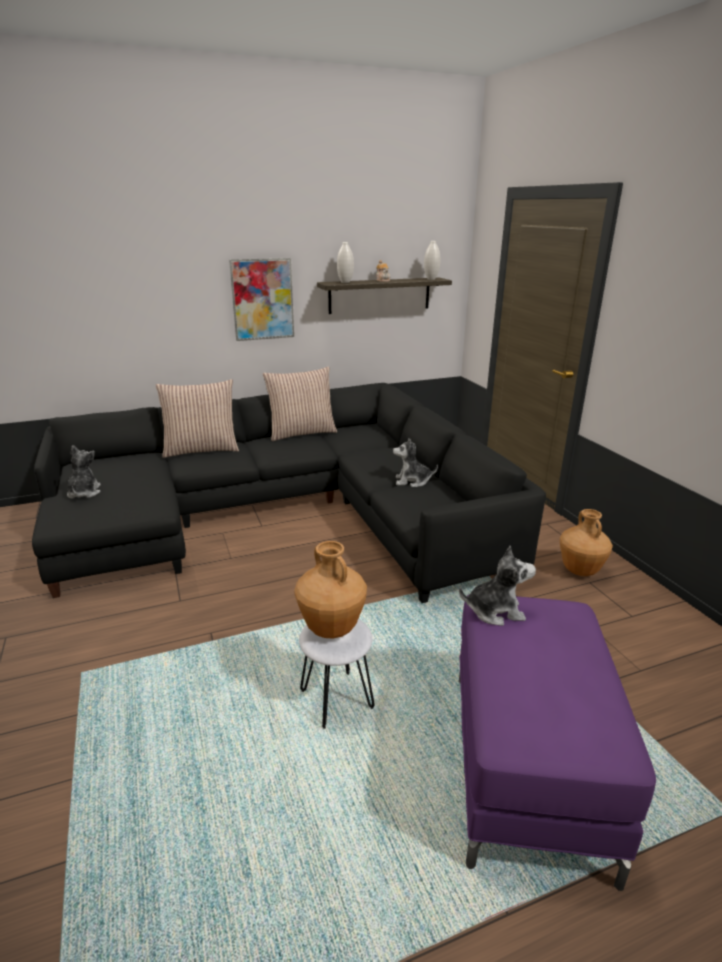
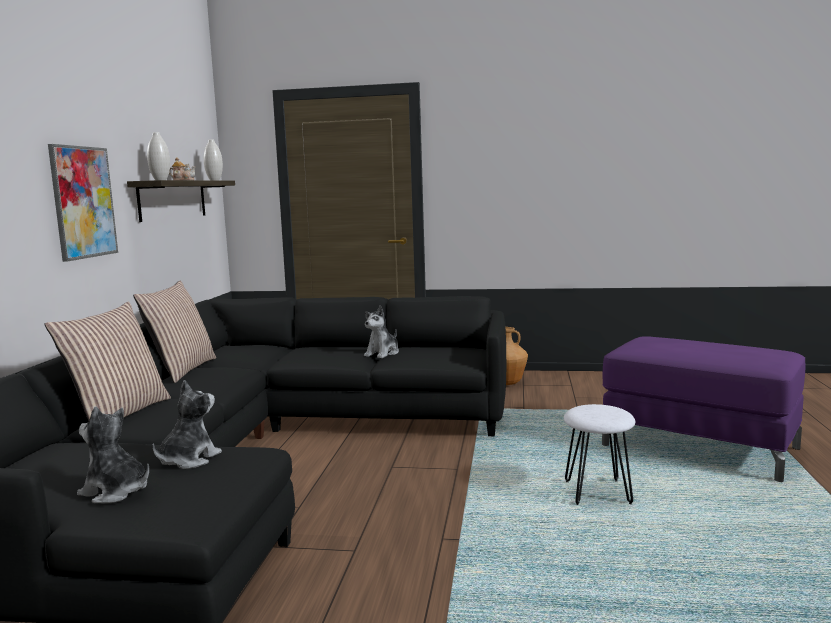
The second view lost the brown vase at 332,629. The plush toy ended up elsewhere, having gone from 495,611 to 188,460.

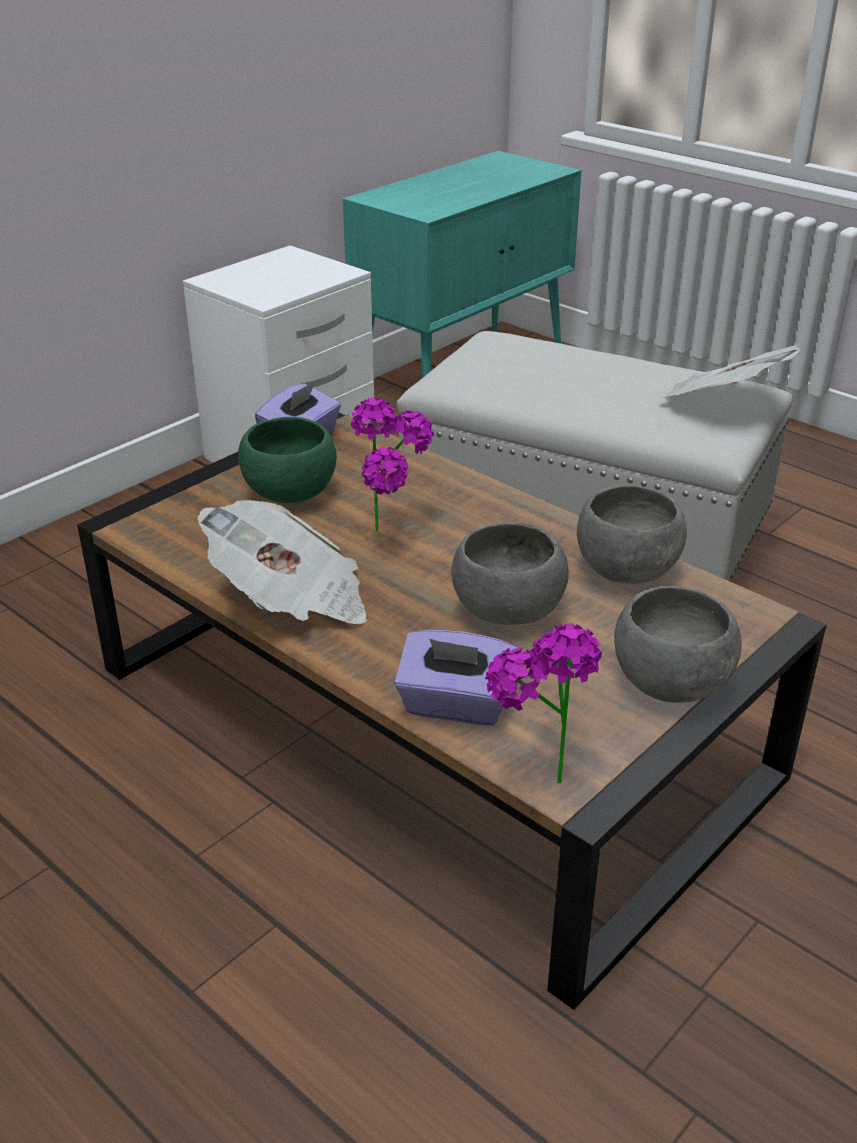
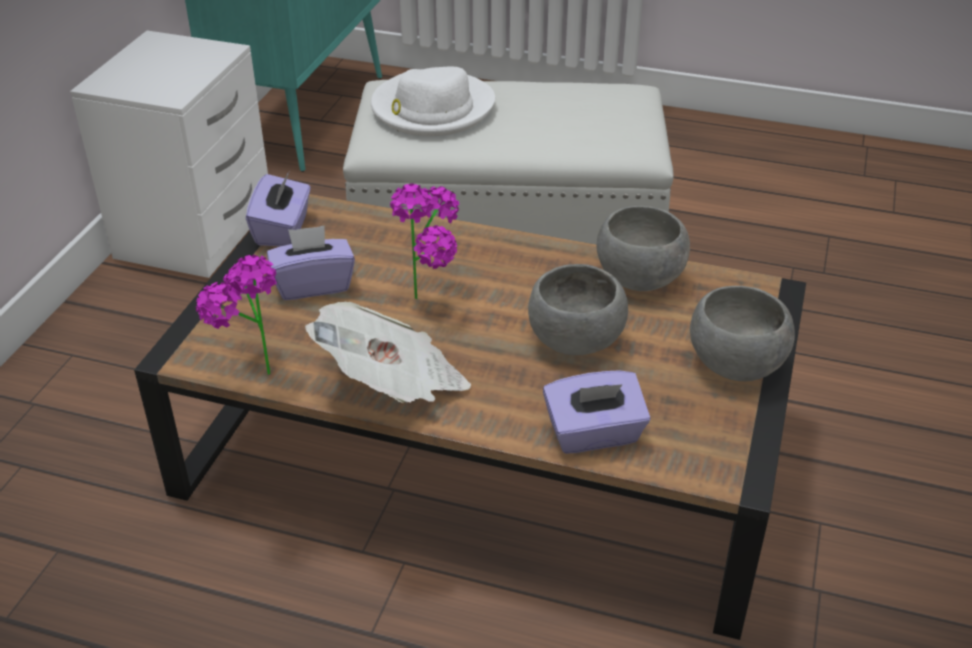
The second view lost the newspaper at 723,404. Where the green bowl stood at 289,494, the purple tissue box came to stand at 313,284. The potted plant ended up elsewhere, having gone from 537,773 to 251,372. The second view gained the white hat at 431,109.

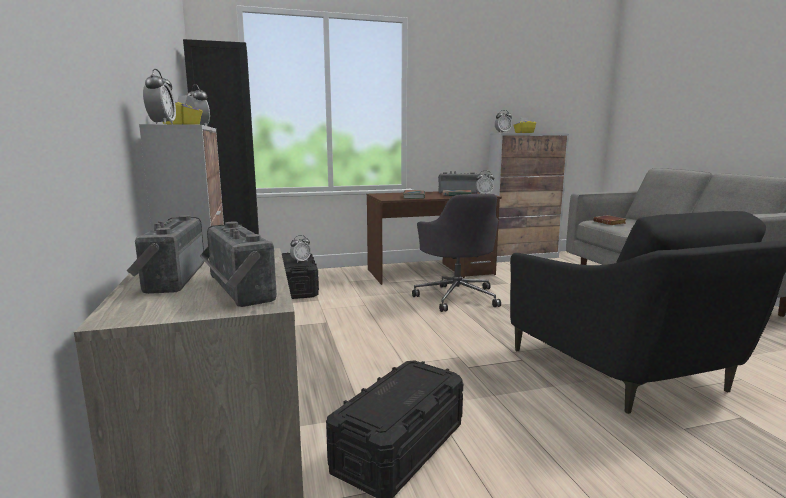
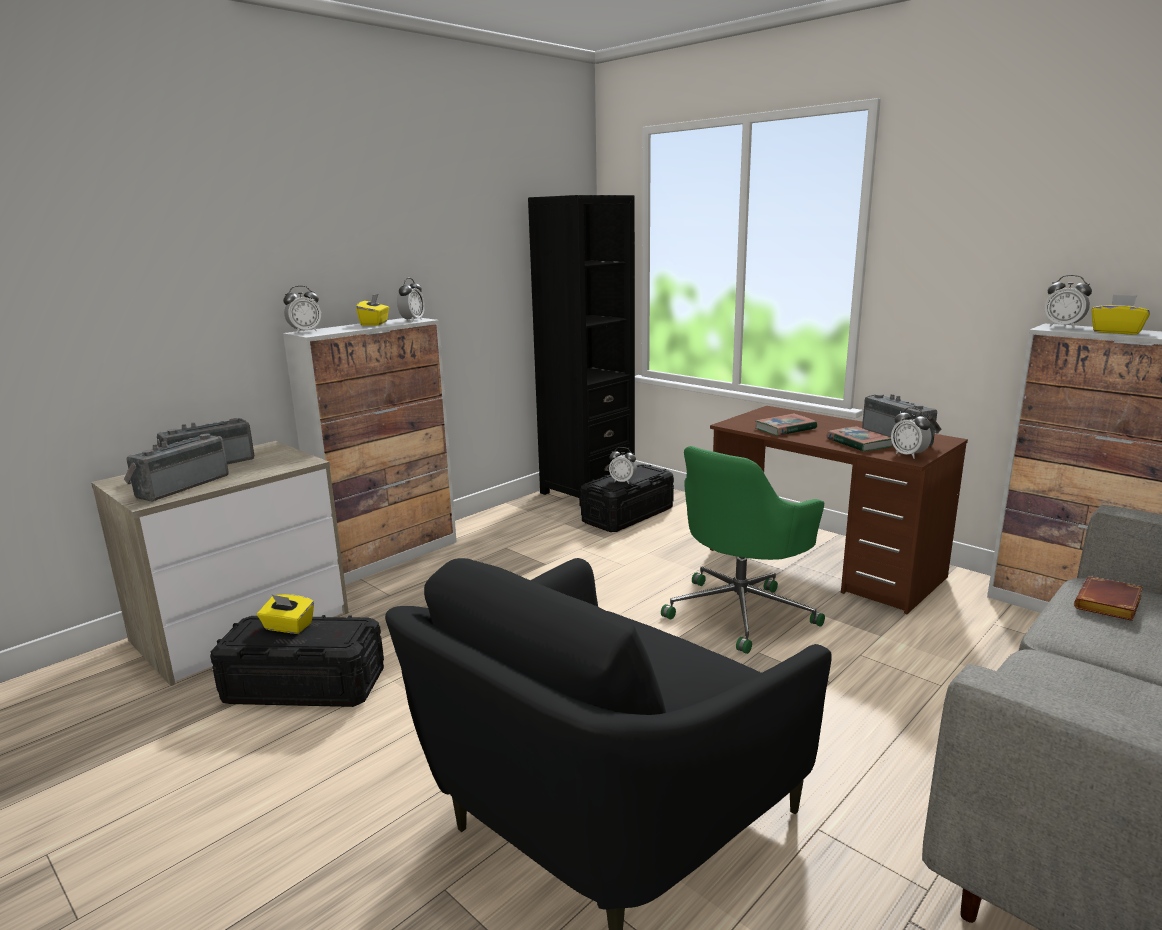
What was the grey office chair at 457,297 turned into the green office chair at 741,611. The second view gained the yellow tissue box at 288,627.

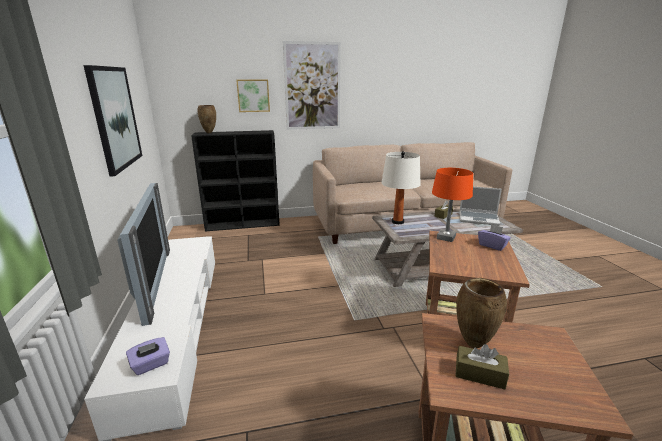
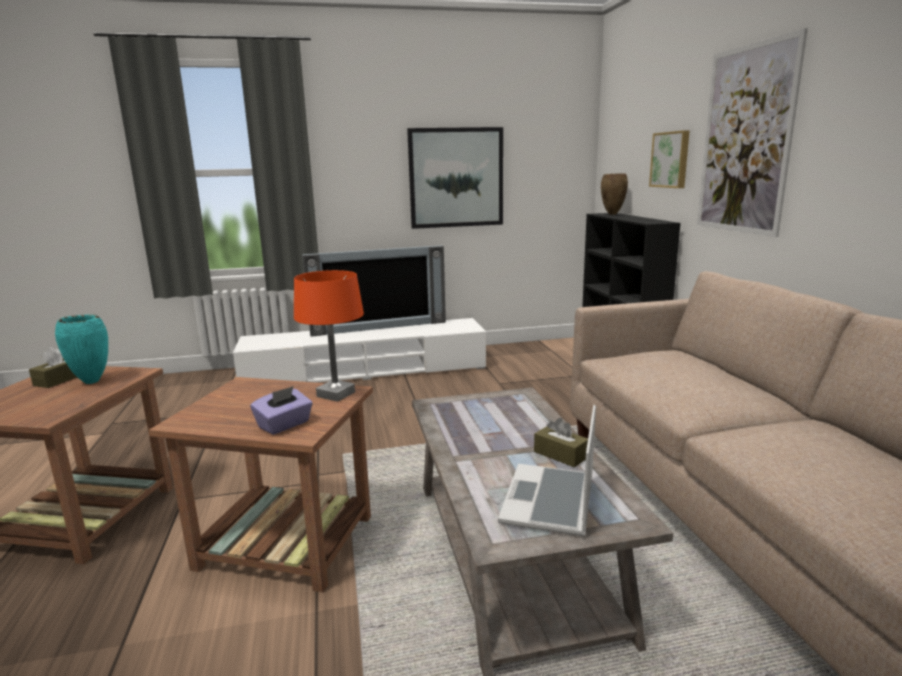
The second view lost the white table lamp at 397,222. What was the brown vase at 472,344 turned into the turquoise vase at 93,381. The second view lost the purple tissue box at 151,365.

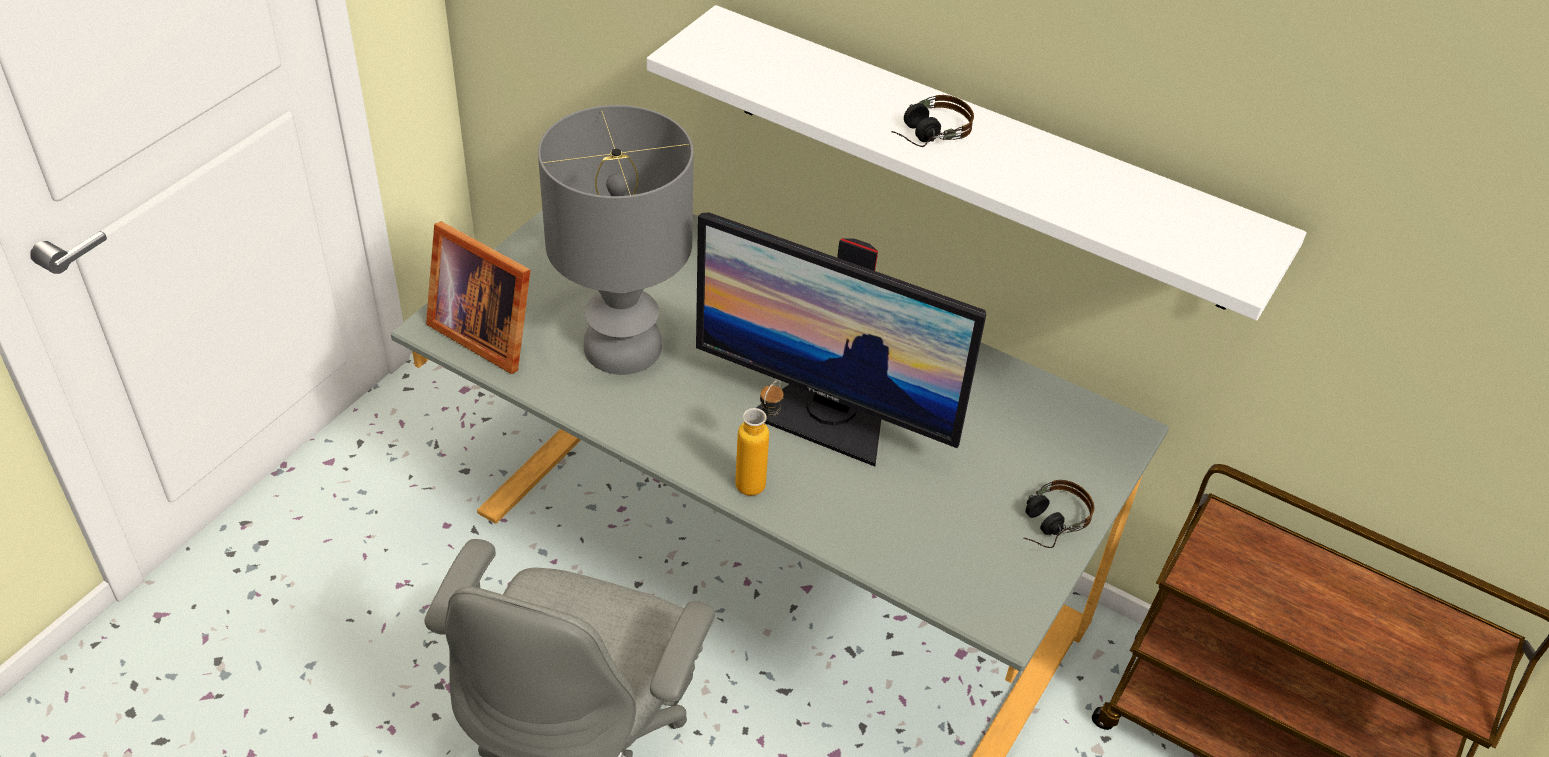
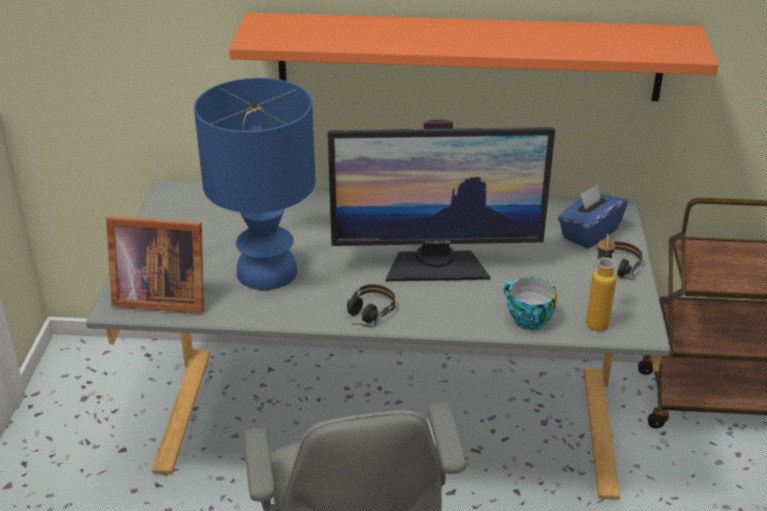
What was the white shelf at 979,157 turned into the orange shelf at 469,57. The headphones ended up elsewhere, having gone from 924,135 to 366,317. What was the grey table lamp at 621,346 turned into the blue table lamp at 265,271. The bottle ended up elsewhere, having gone from 758,477 to 596,319. The second view gained the blue tissue box at 589,233. The second view gained the cup at 526,319.

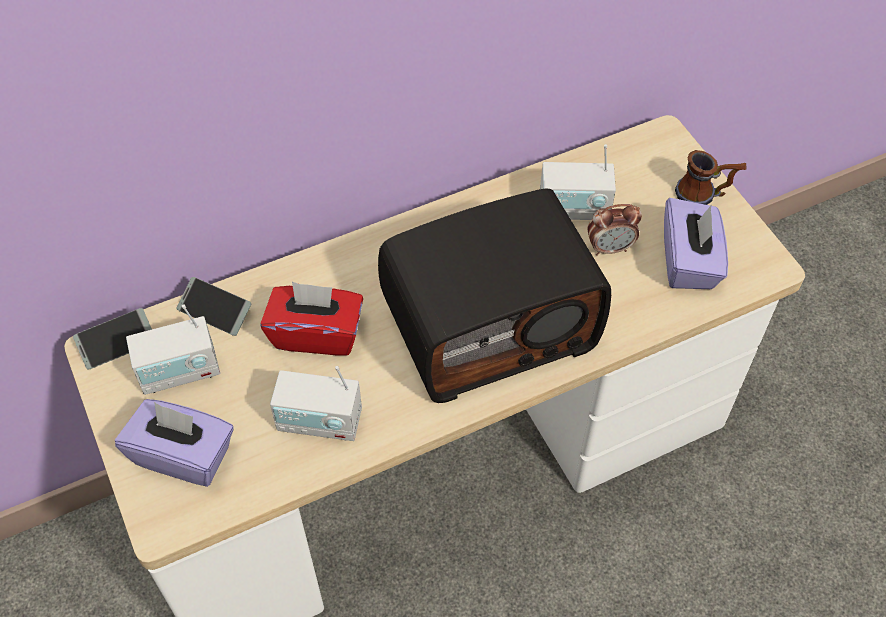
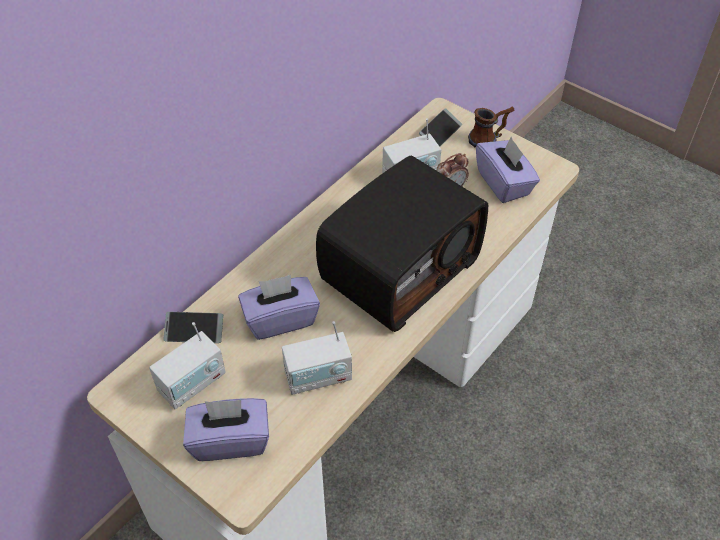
What was the red tissue box at 316,334 turned into the purple tissue box at 280,319. The phone ended up elsewhere, having gone from 117,343 to 440,133.

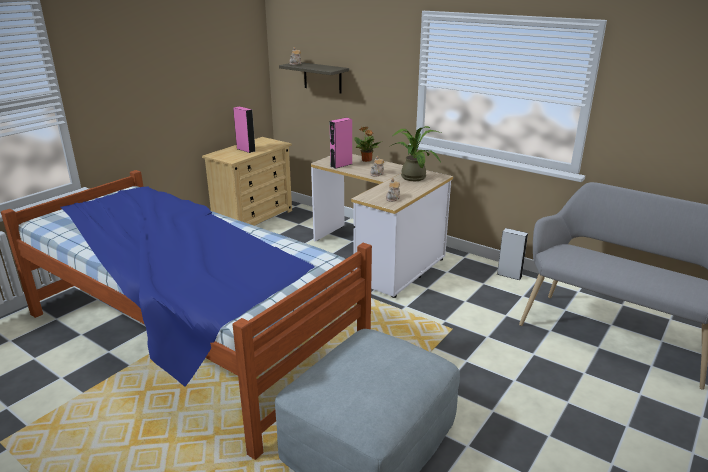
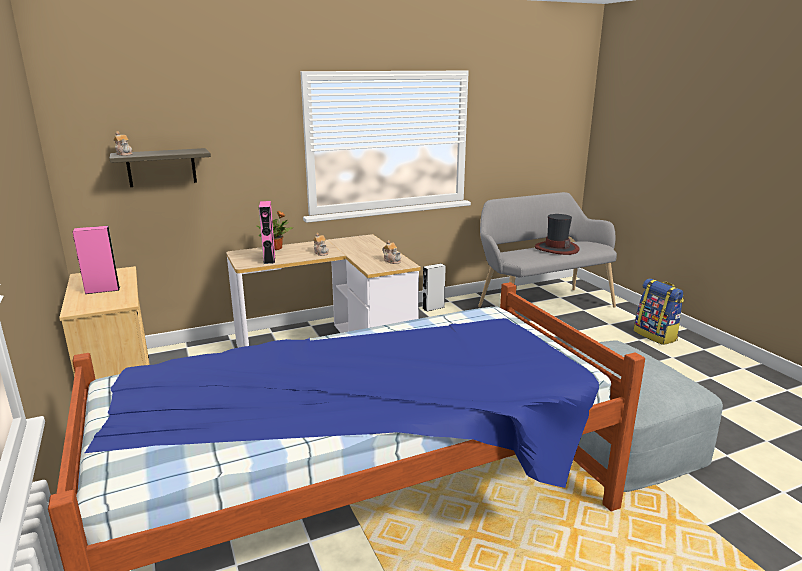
The second view lost the potted plant at 412,176. The second view gained the hat at 556,248. The second view gained the backpack at 656,336.

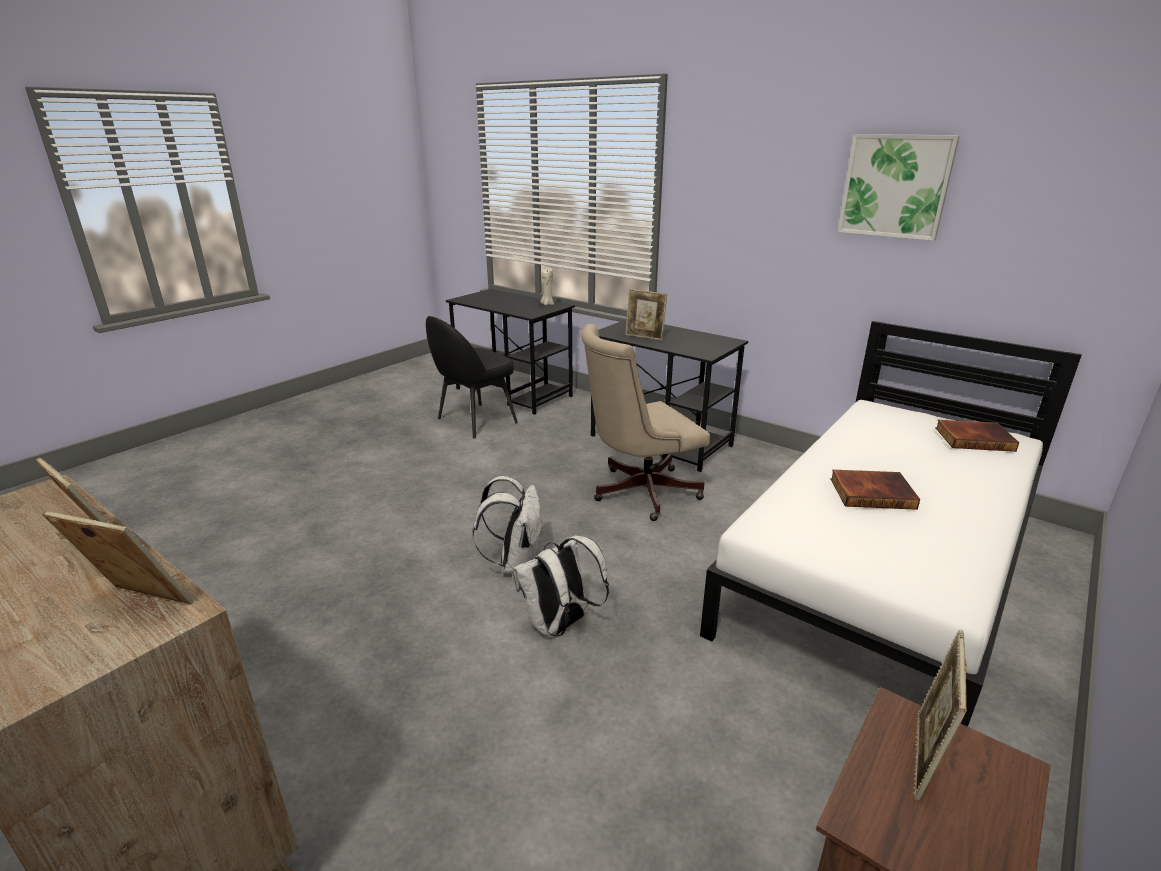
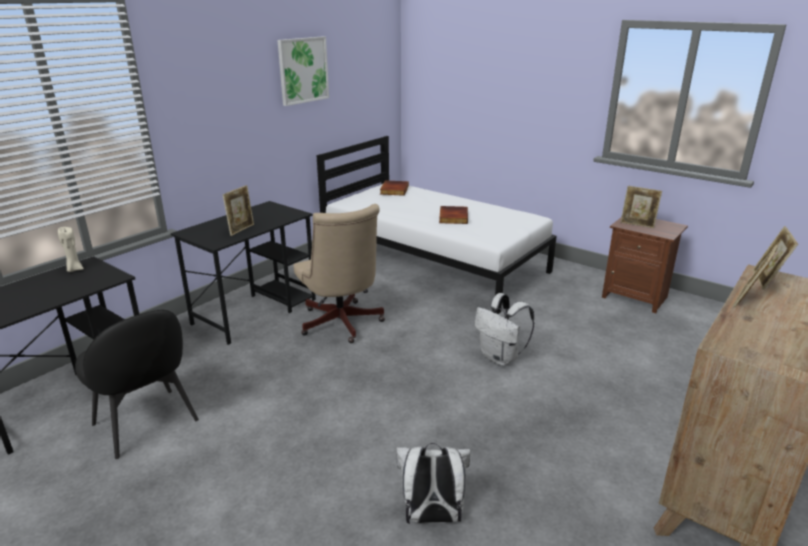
The white backpack ended up elsewhere, having gone from 516,563 to 432,517.

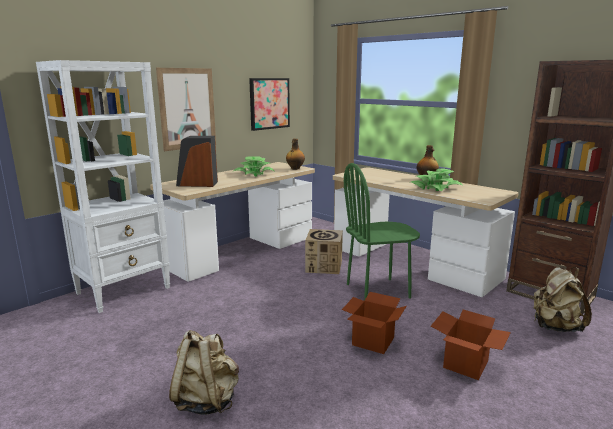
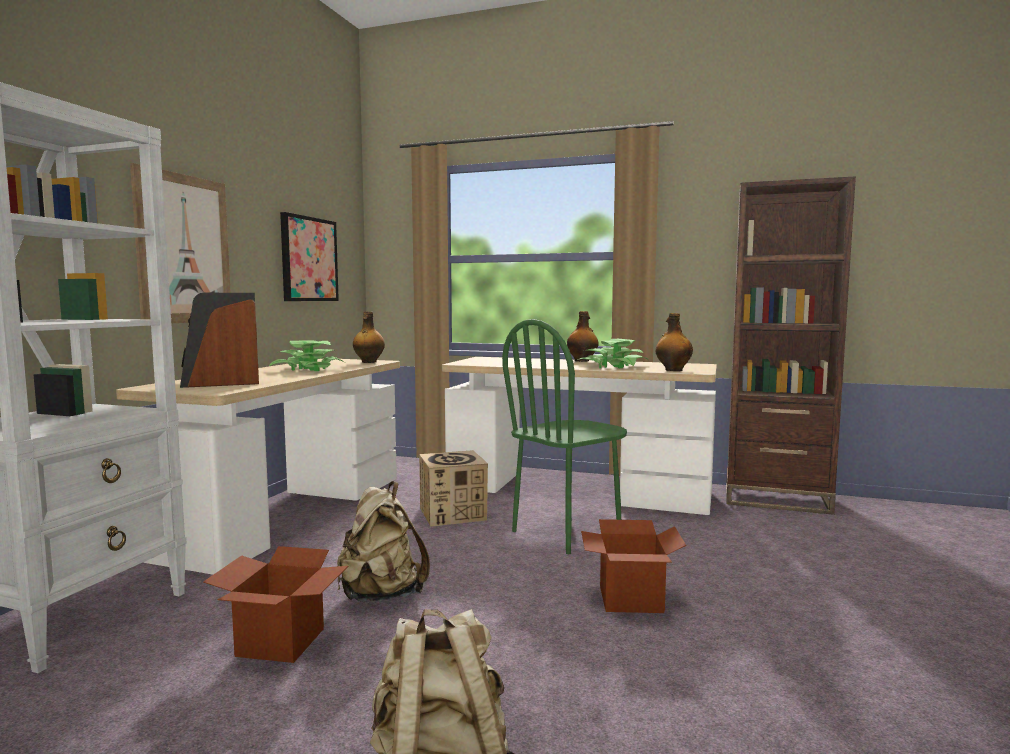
The beige backpack ended up elsewhere, having gone from 555,327 to 381,595. The cardboard box ended up elsewhere, having gone from 465,364 to 280,642. The second view gained the bottle at 673,370.

